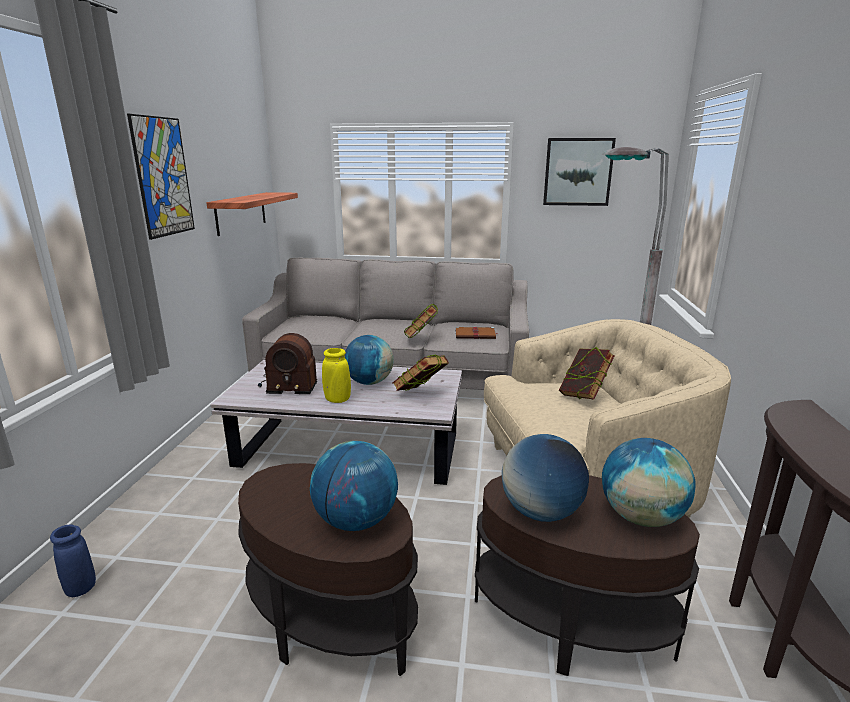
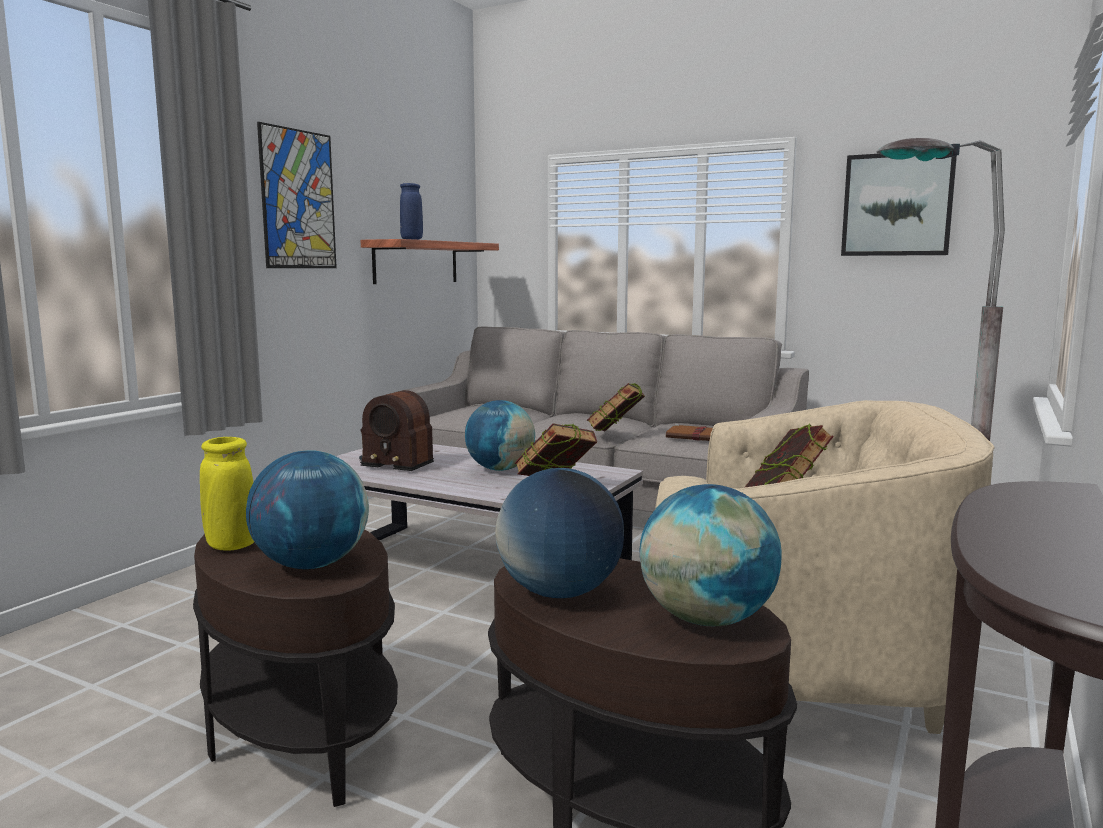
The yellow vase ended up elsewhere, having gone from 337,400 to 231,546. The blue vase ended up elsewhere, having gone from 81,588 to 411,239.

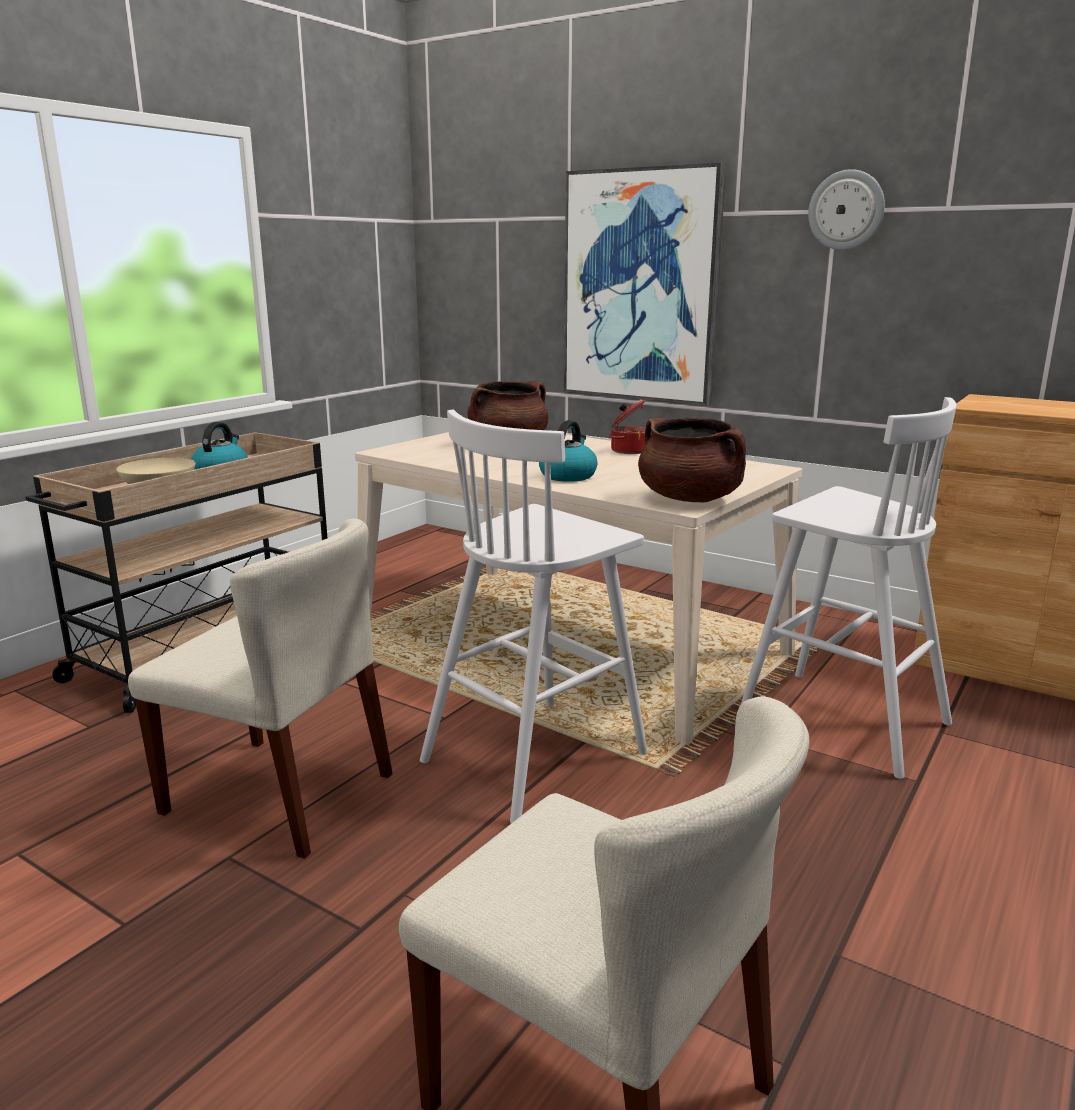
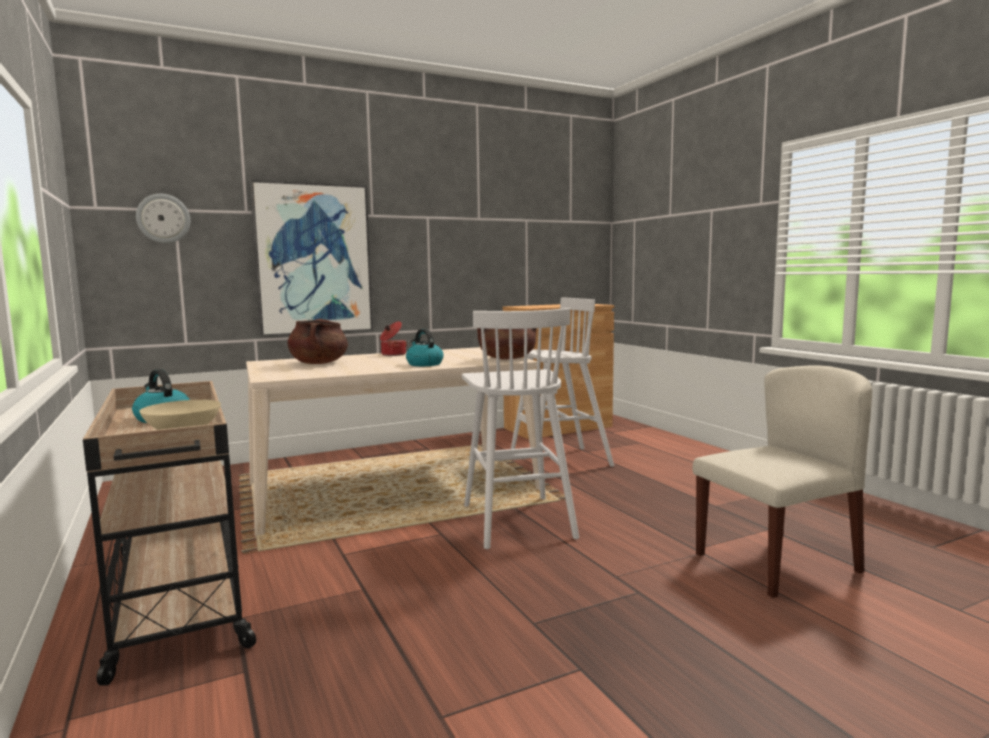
The wall clock ended up elsewhere, having gone from 846,210 to 163,218. The second view lost the beige chair at 281,793.

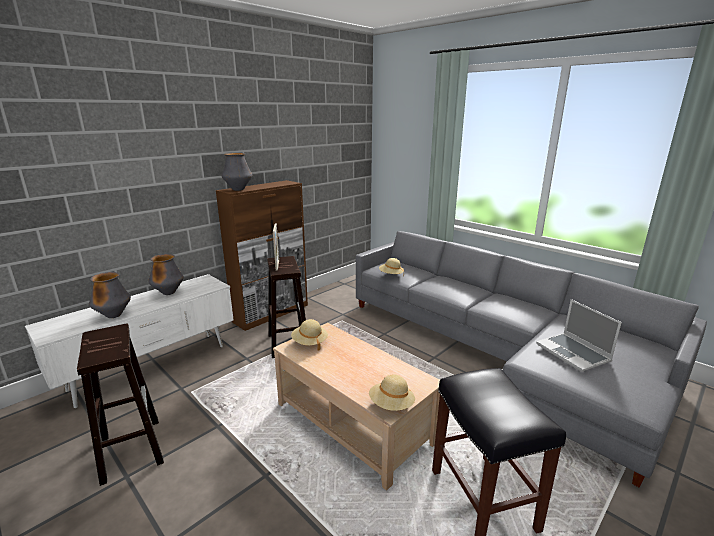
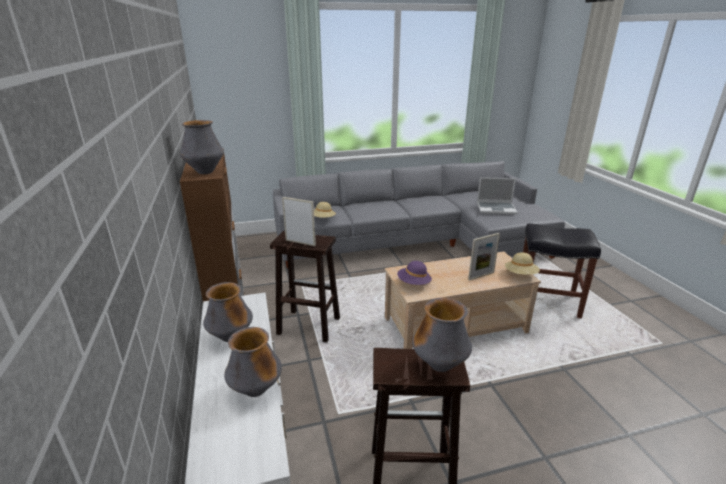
What was the beige hat at 309,342 turned into the purple hat at 414,283. The second view gained the picture frame at 481,276. The second view gained the vase at 439,365.

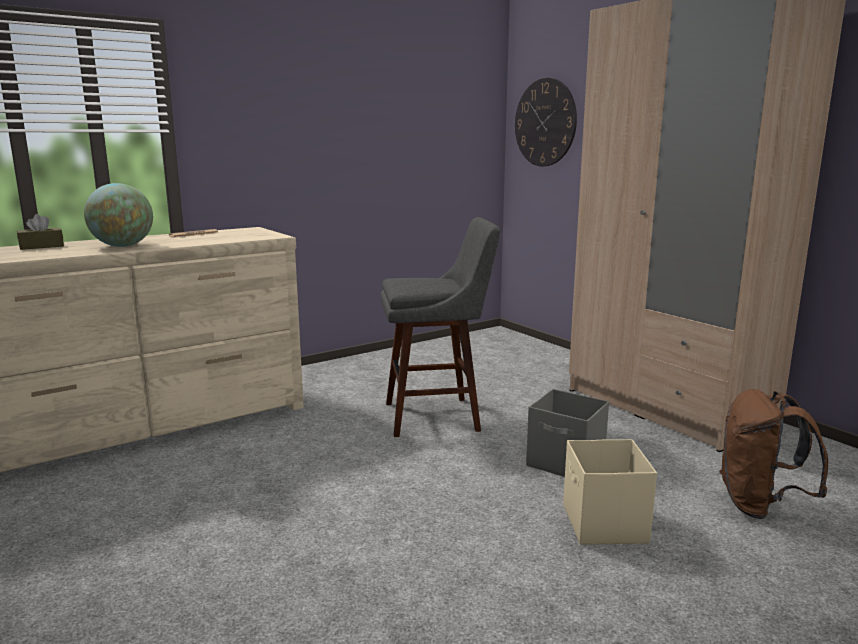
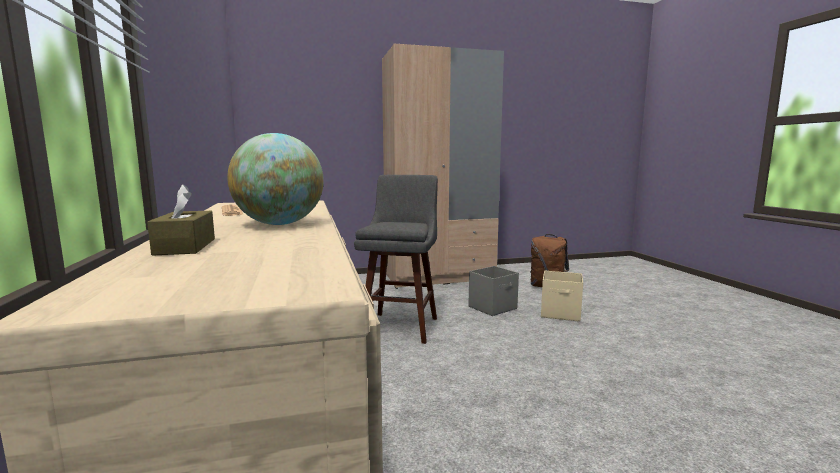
The second view lost the wall clock at 545,122.

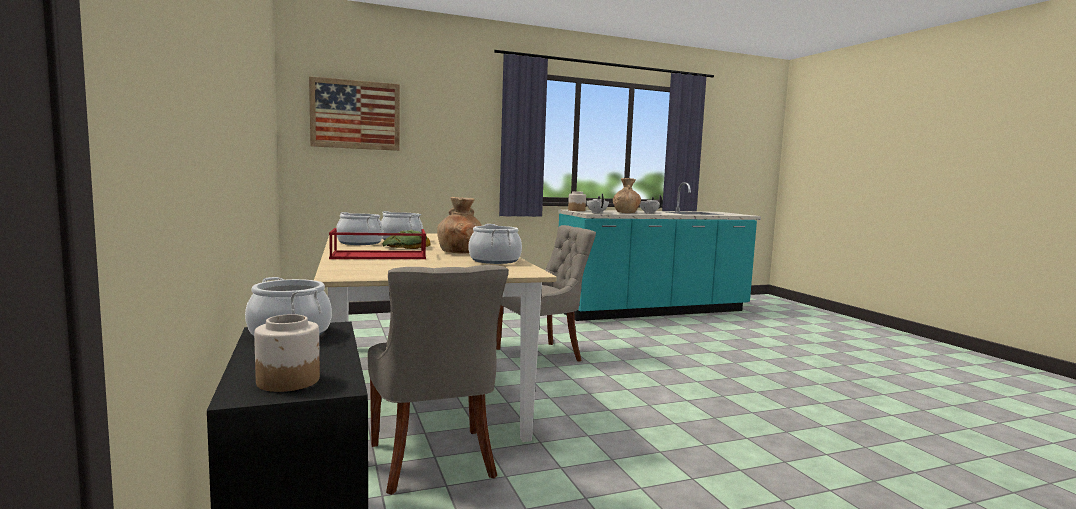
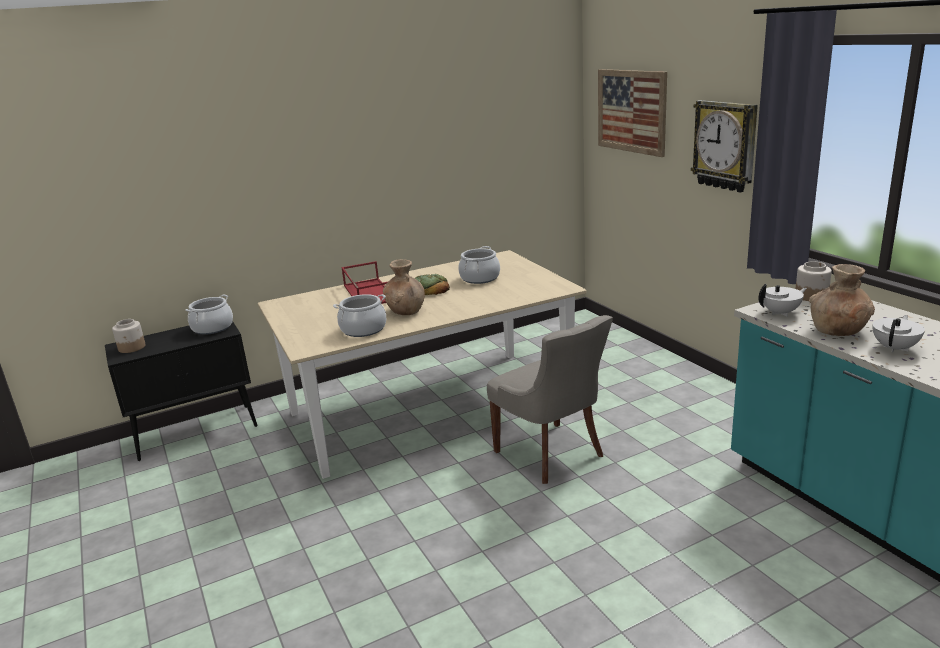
The second view lost the cooking pot at 359,243. The second view lost the grey chair at 434,461. The second view gained the wall clock at 725,145.

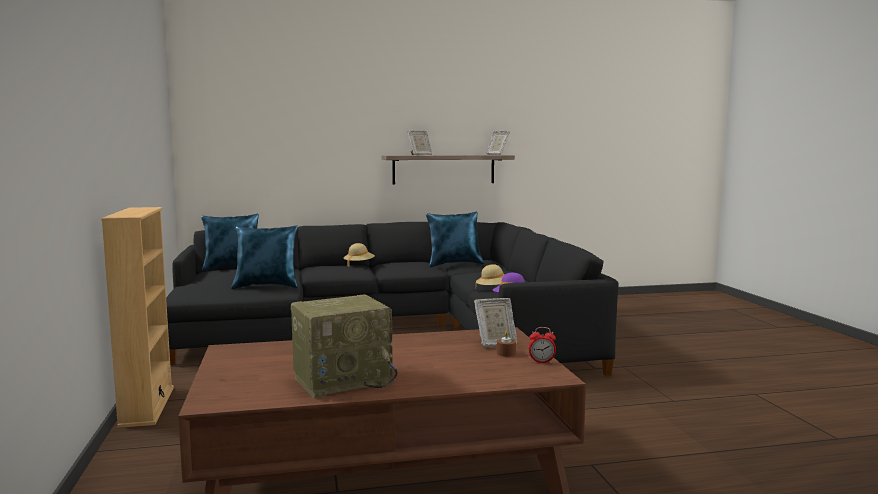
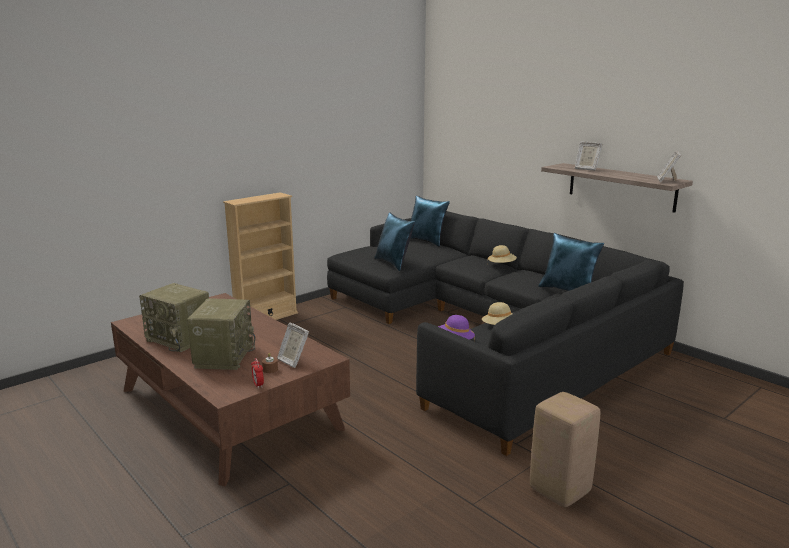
The second view gained the radio at 223,356. The second view gained the beige stool at 561,490.

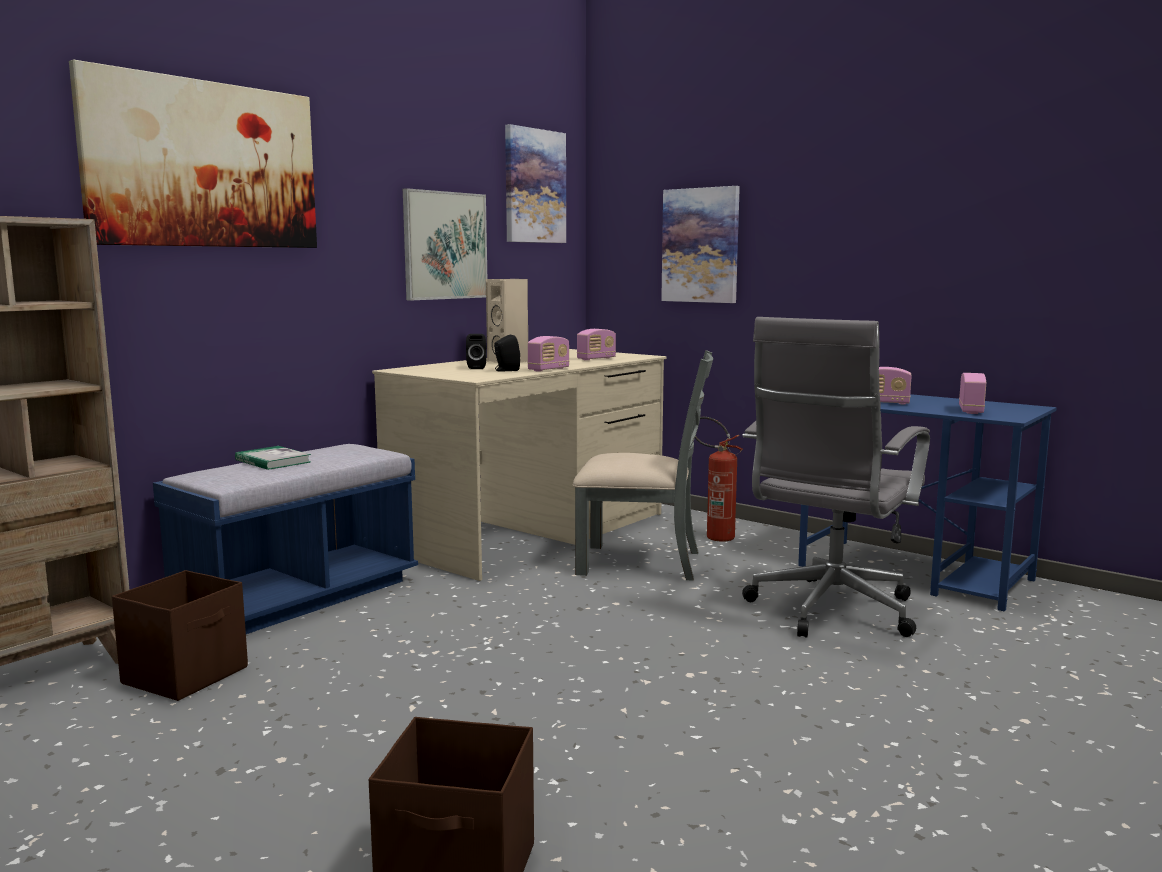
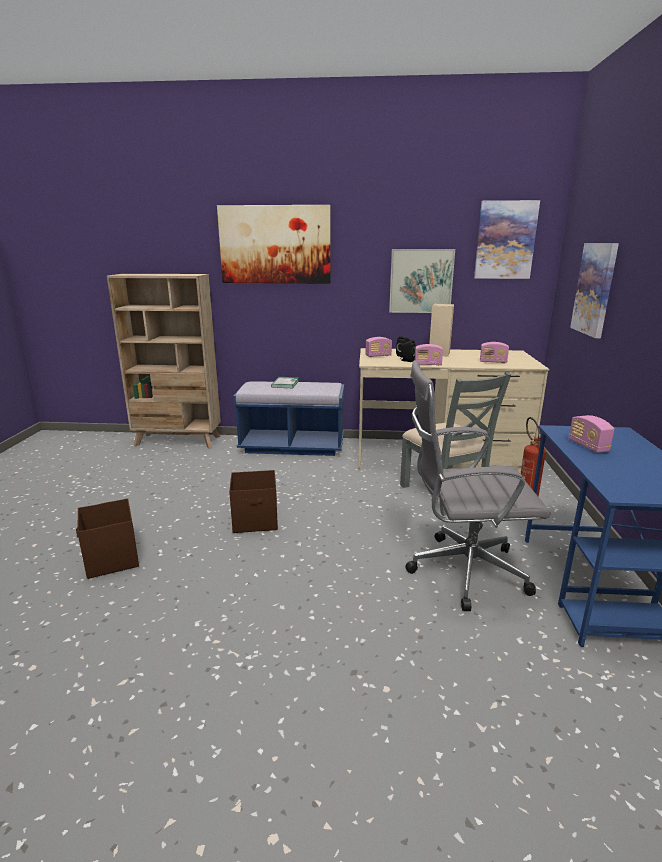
The radio ended up elsewhere, having gone from 971,410 to 378,356. The brown storage box ended up elsewhere, having gone from 187,675 to 256,521.

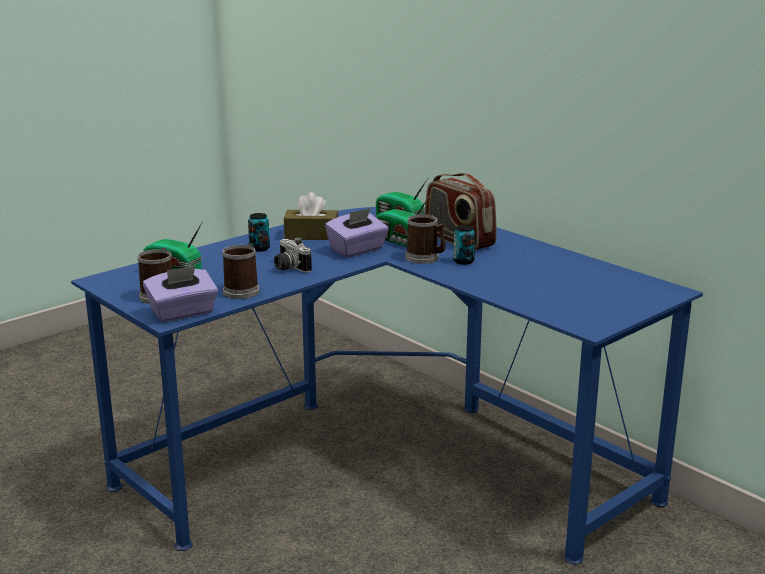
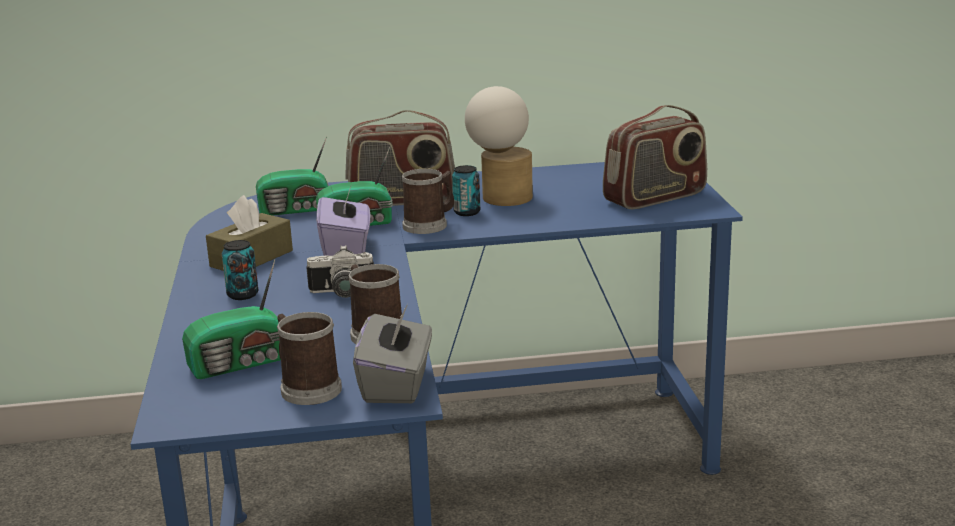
What was the purple tissue box at 183,313 turned into the grey tissue box at 397,385. The second view gained the table lamp at 501,196. The second view gained the radio at 655,197.

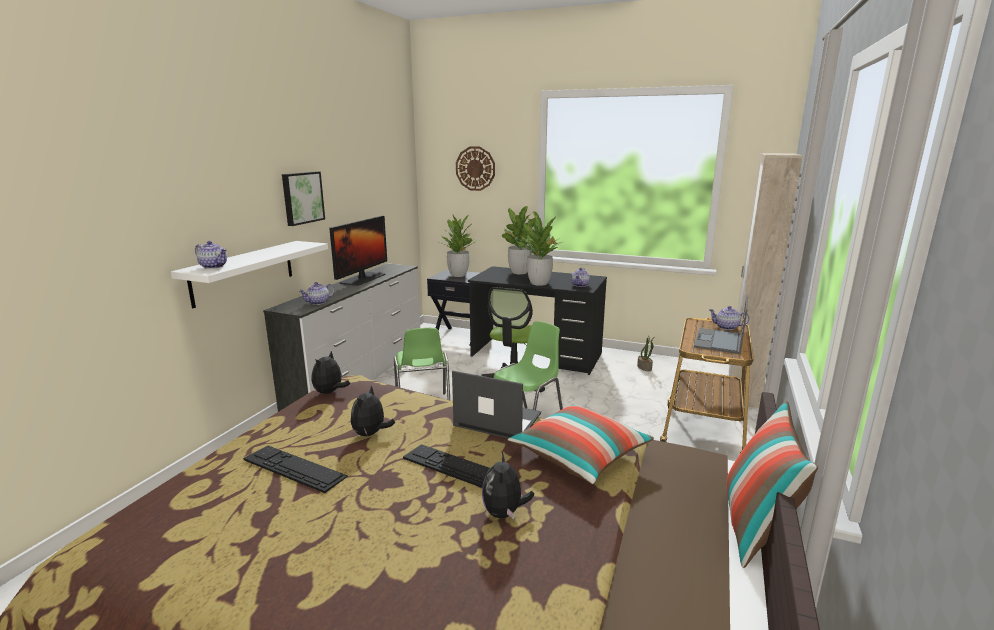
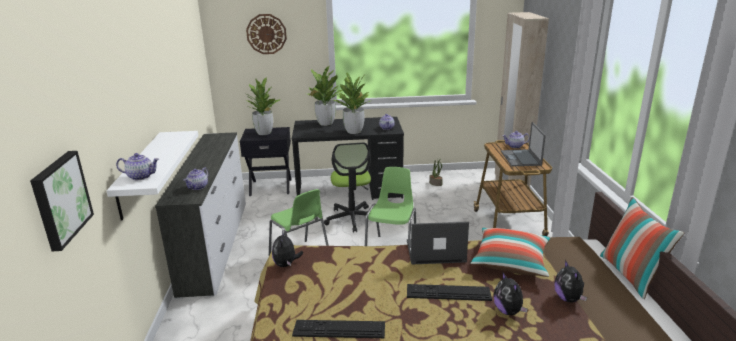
The picture ended up elsewhere, having gone from 302,197 to 60,199. The second view lost the monitor at 363,279. The plush toy ended up elsewhere, having gone from 371,434 to 568,299.

